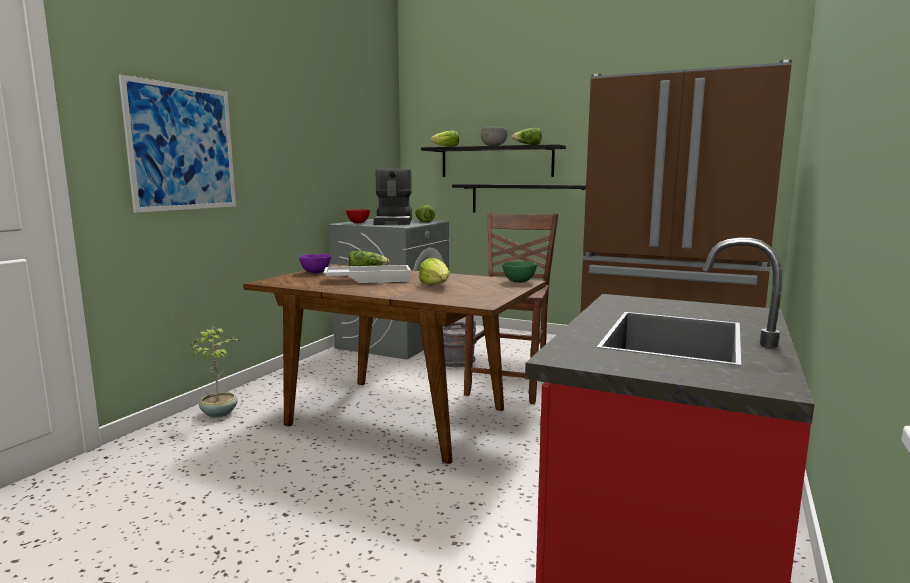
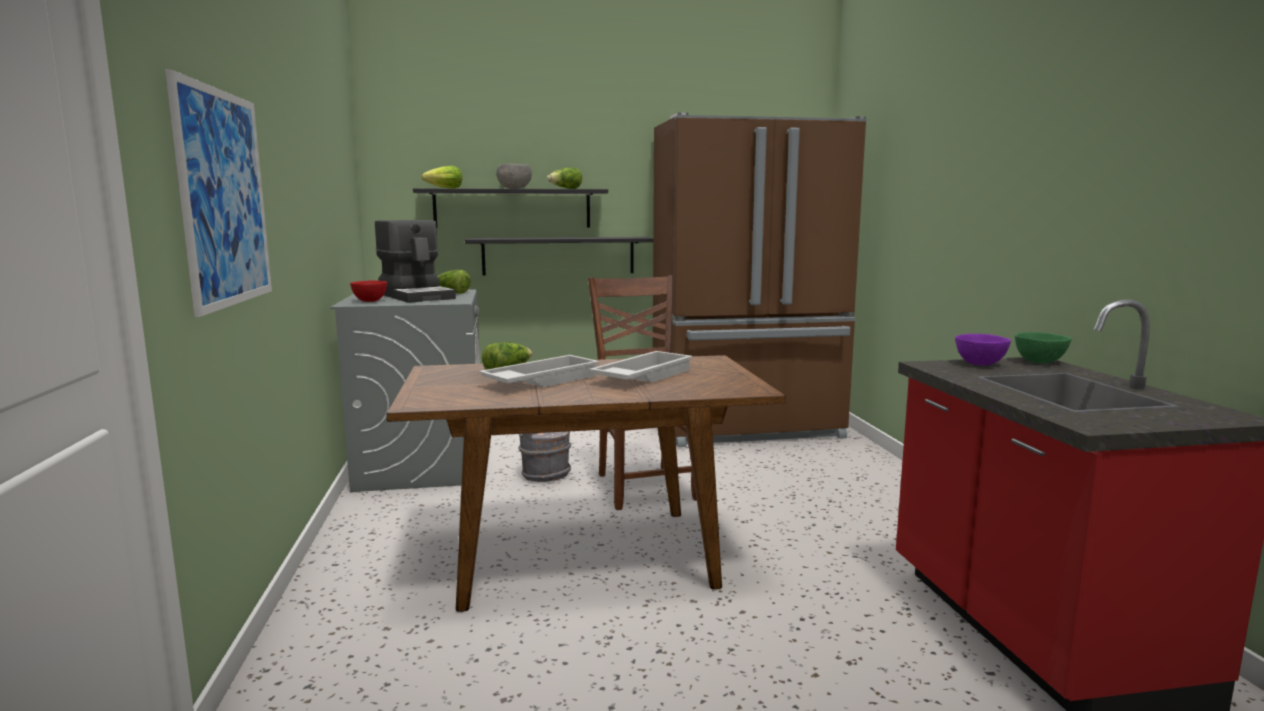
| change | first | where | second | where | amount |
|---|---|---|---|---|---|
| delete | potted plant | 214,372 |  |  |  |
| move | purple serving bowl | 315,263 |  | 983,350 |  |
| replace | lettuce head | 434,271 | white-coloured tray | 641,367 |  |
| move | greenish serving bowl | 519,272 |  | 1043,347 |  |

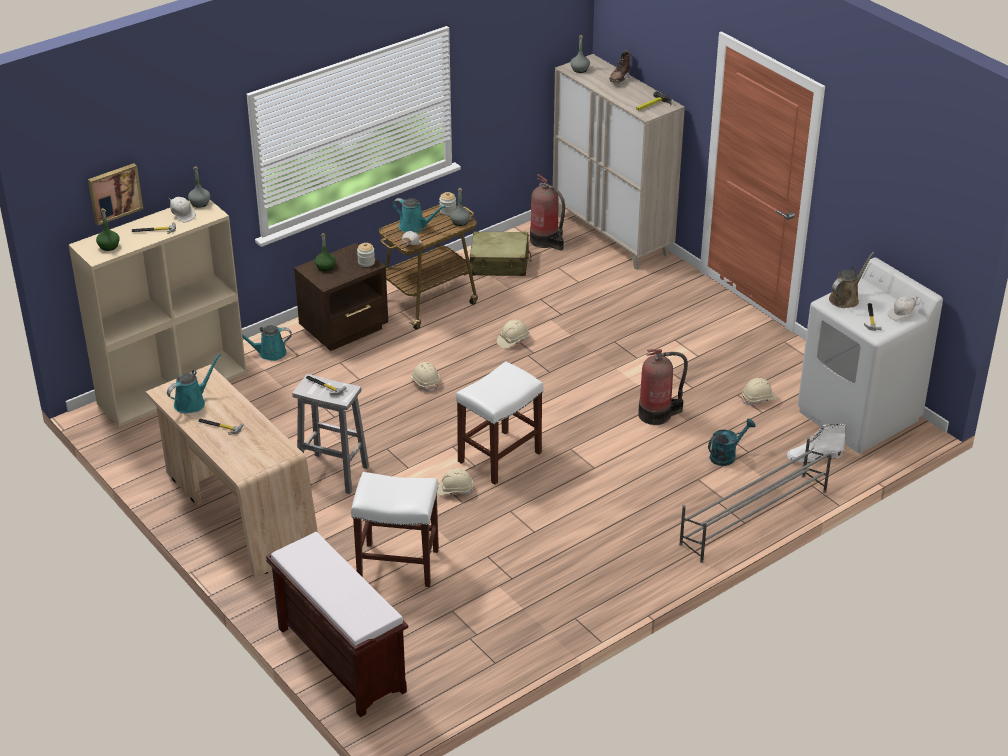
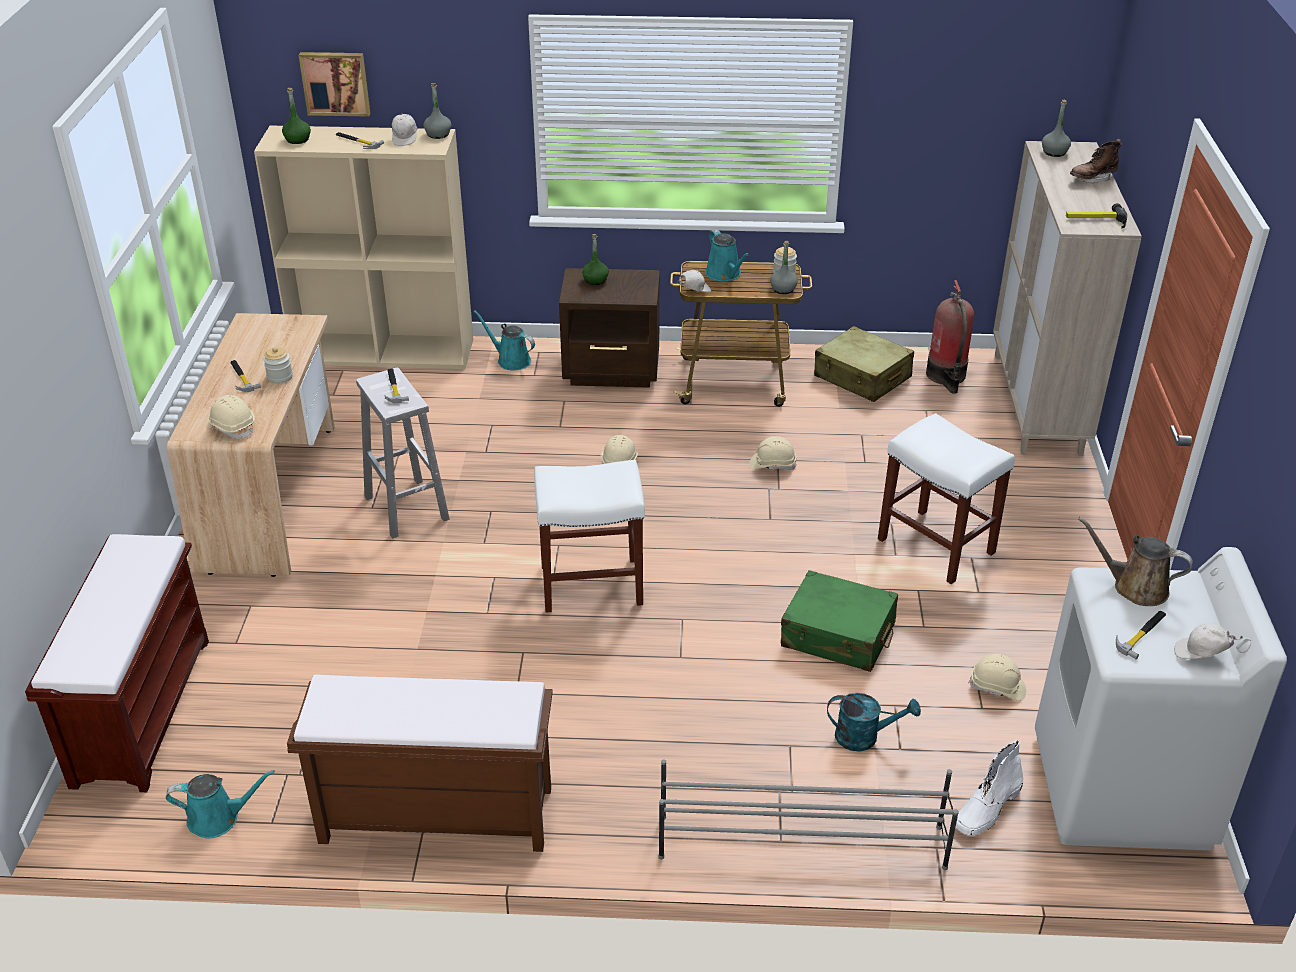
| change | first | where | second | where | amount |
|---|---|---|---|---|---|
| move | turquoise-coloured sprinkling can | 194,383 |  | 220,804 |  |
| move | white-coloured sitting stool | 395,529 |  | 946,498 |  |
| move | storage jar | 366,255 |  | 278,365 |  |
| move | beige-coloured safety helmet | 455,481 |  | 231,417 |  |
| replace | fire-fighting cylinder | 663,387 | greenish piece of luggage | 839,621 |  |
| rotate | white-coloured boot | 816,443 |  | 989,788 | 75 degrees counterclockwise |
| rotate | brown-coloured sprinkling can | 851,280 |  | 1135,561 | 150 degrees counterclockwise |
| insert |  |  | brown-coloured long seat | 420,763 |  |

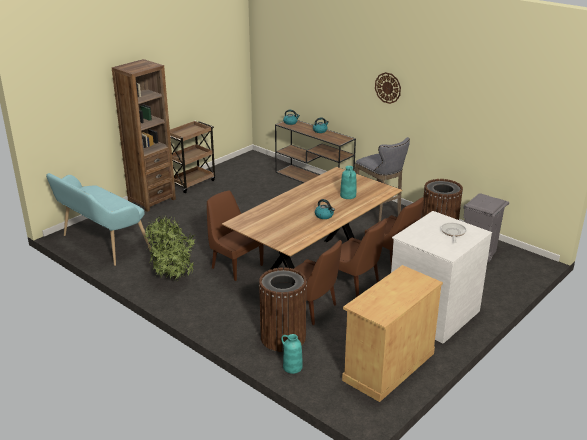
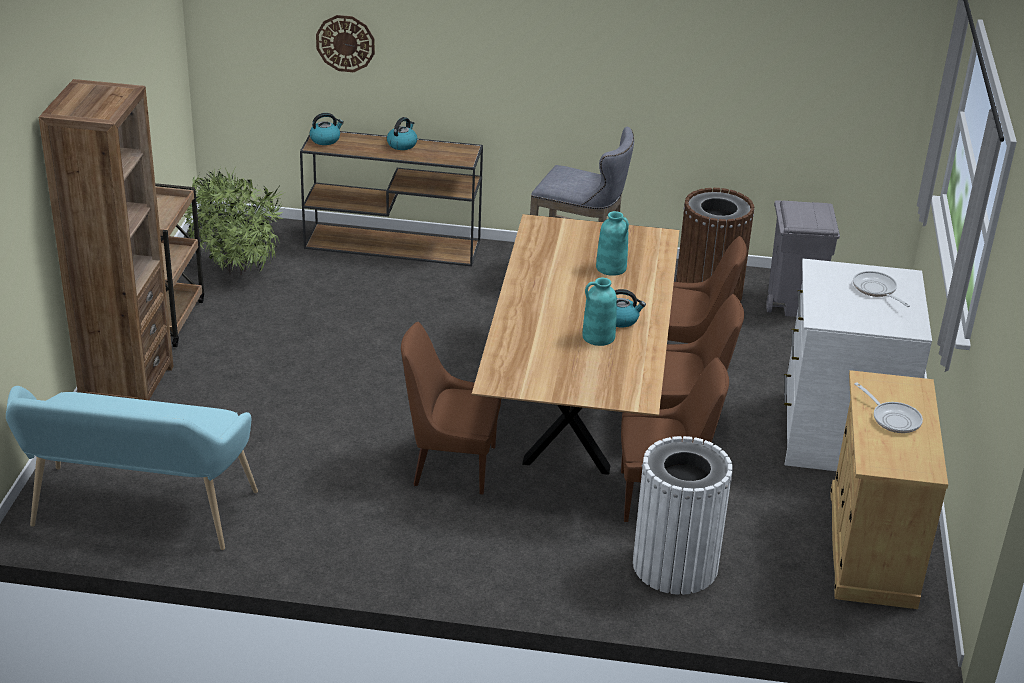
| change | first | where | second | where | amount |
|---|---|---|---|---|---|
| move | potted plant | 170,249 |  | 234,220 |  |
| recolor | brown-coloured trash can | 283,309 | white-coloured trash can | 683,515 |  |
| move | turquoise-coloured vase | 292,354 |  | 599,312 |  |
| move | clock on the wall | 388,88 |  | 345,43 |  |
| insert |  |  | pan | 888,407 |  |

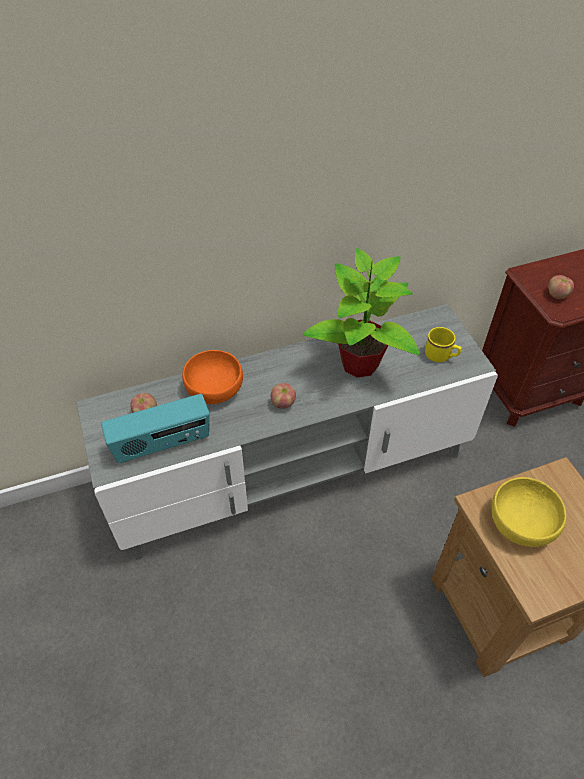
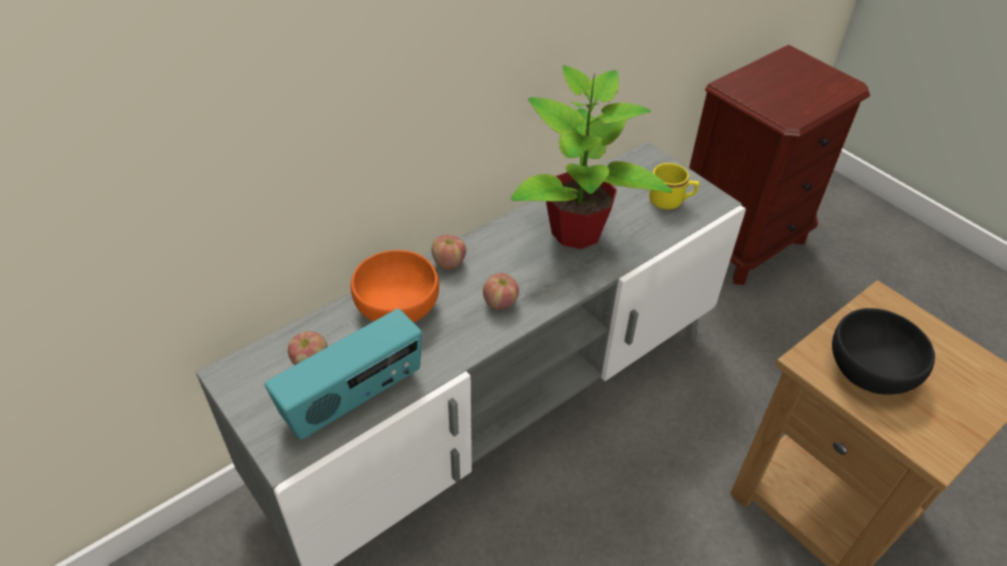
| change | first | where | second | where | amount |
|---|---|---|---|---|---|
| recolor | yellow-coloured serving bowl | 528,512 | blackish serving bowl | 883,351 |  |
| move | apple fruit | 561,287 |  | 448,252 |  |

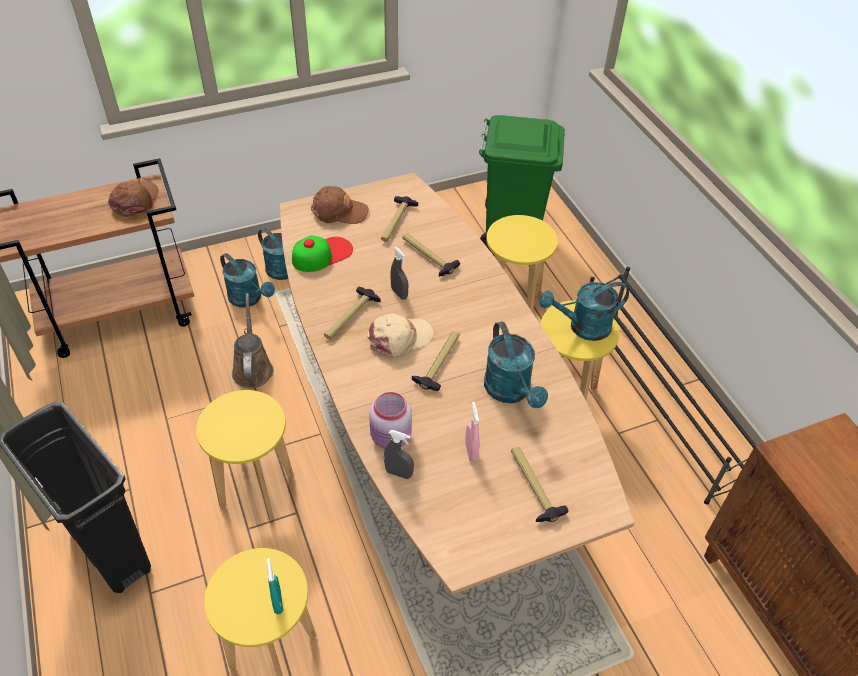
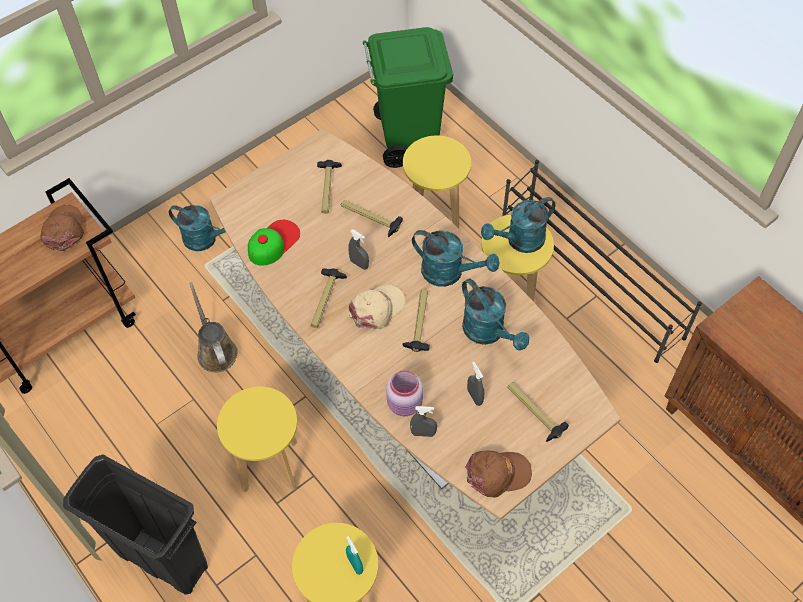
| change | first | where | second | where | amount |
|---|---|---|---|---|---|
| move | turquoise-coloured sprinkling can | 247,280 |  | 456,258 |  |
| move | brown-coloured peaked cap | 340,205 |  | 498,474 |  |
| recolor | pink-coloured hand sprayer | 472,431 | grey hand sprayer | 475,384 |  |

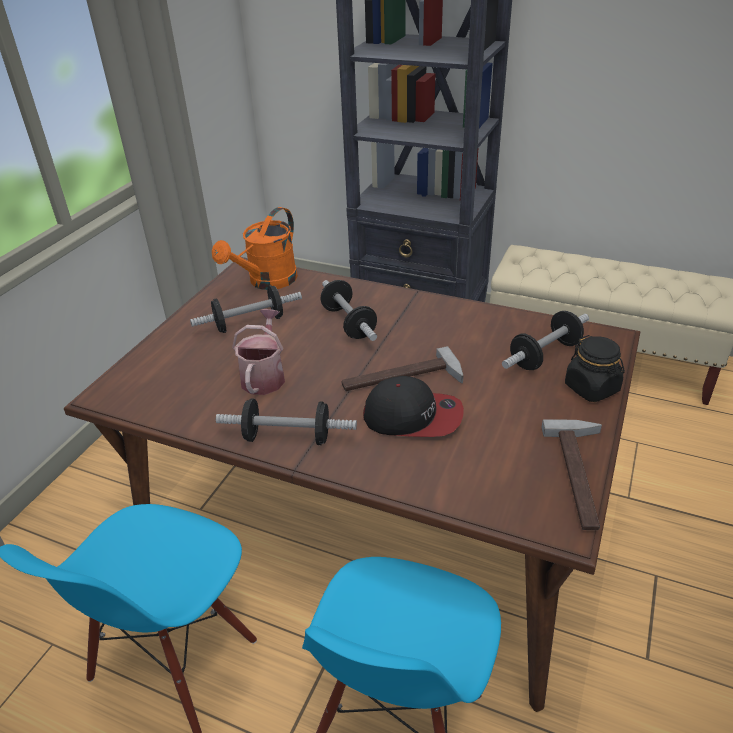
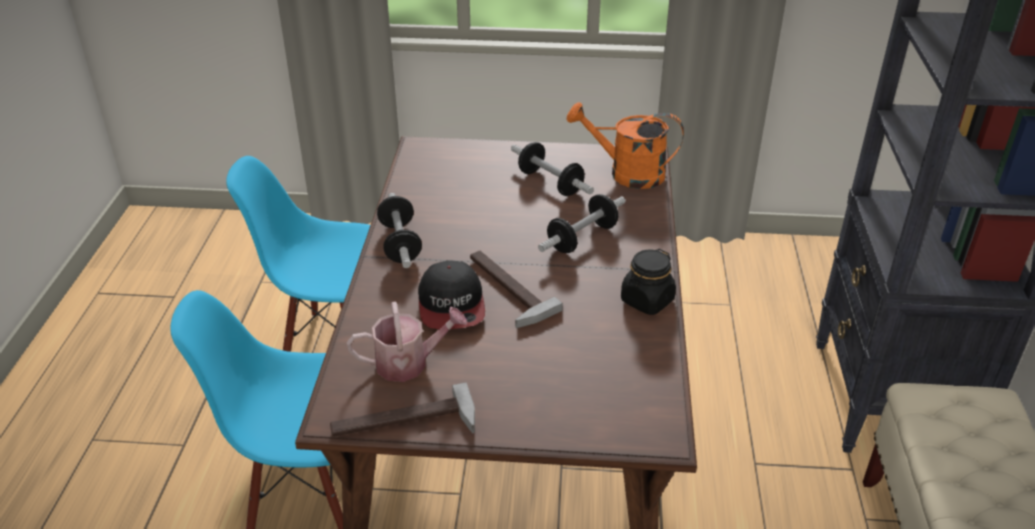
| change | first | where | second | where | amount |
|---|---|---|---|---|---|
| move | sprinkling can | 258,352 |  | 407,341 |  |
| delete | dumbbell | 545,340 |  |  |  |
| move | blackish storage jar | 595,368 |  | 648,282 |  |

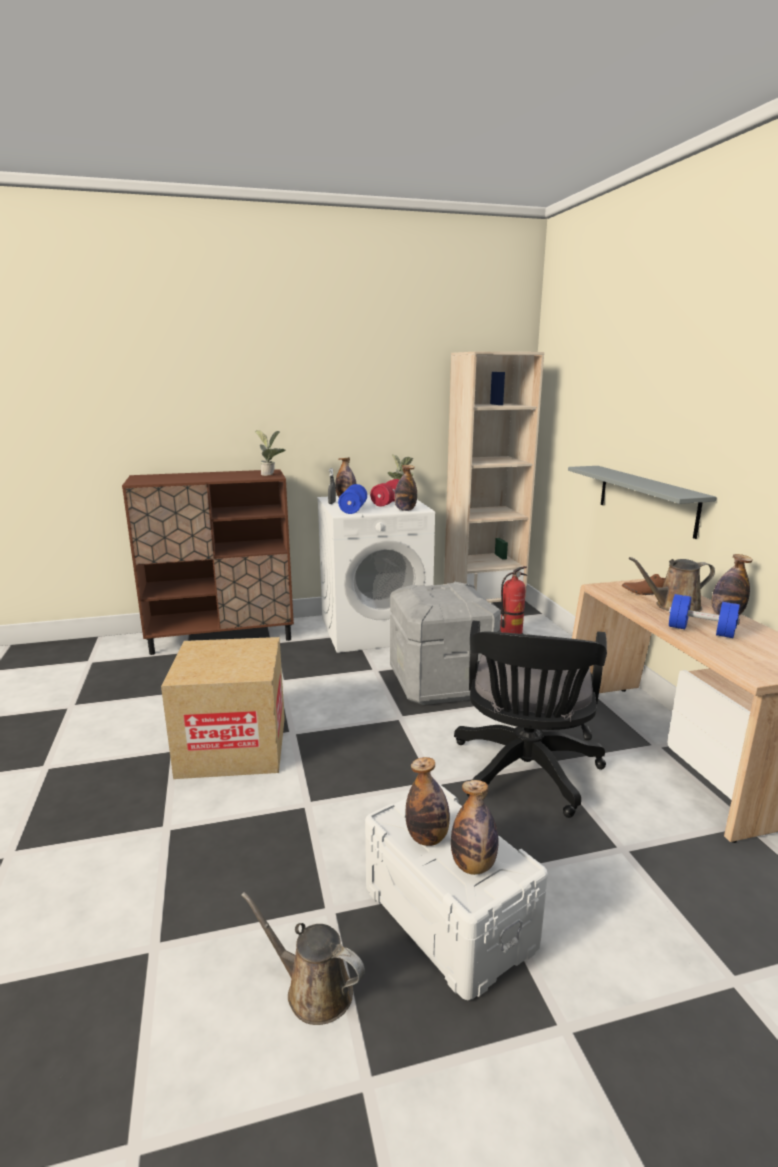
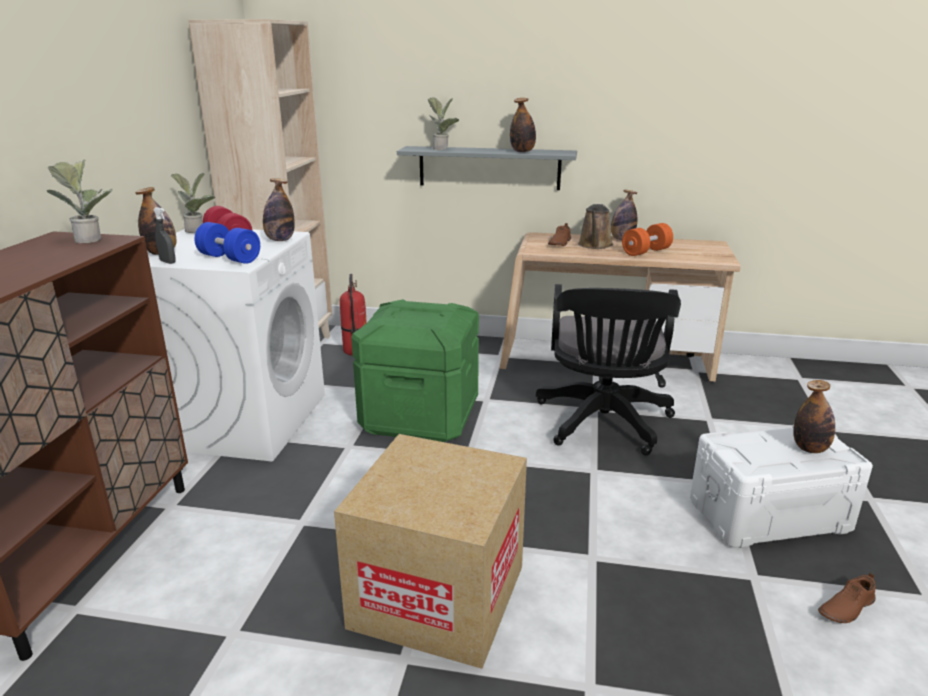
| change | first | where | second | where | amount |
|---|---|---|---|---|---|
| replace | brown-coloured sprinkling can | 303,958 | brown-coloured item of footwear | 847,598 |  |
| recolor | grey storage container | 445,643 | greenish storage container | 415,370 |  |
| move | beverage bottle | 427,801 |  | 523,125 |  |
| rotate | blackish desk chair | 530,719 |  | 608,370 | 60 degrees clockwise |
| recolor | blue dumbbell | 704,616 | orangey dumbbell | 647,239 |  |
| insert |  |  | potted plant | 443,123 |  |

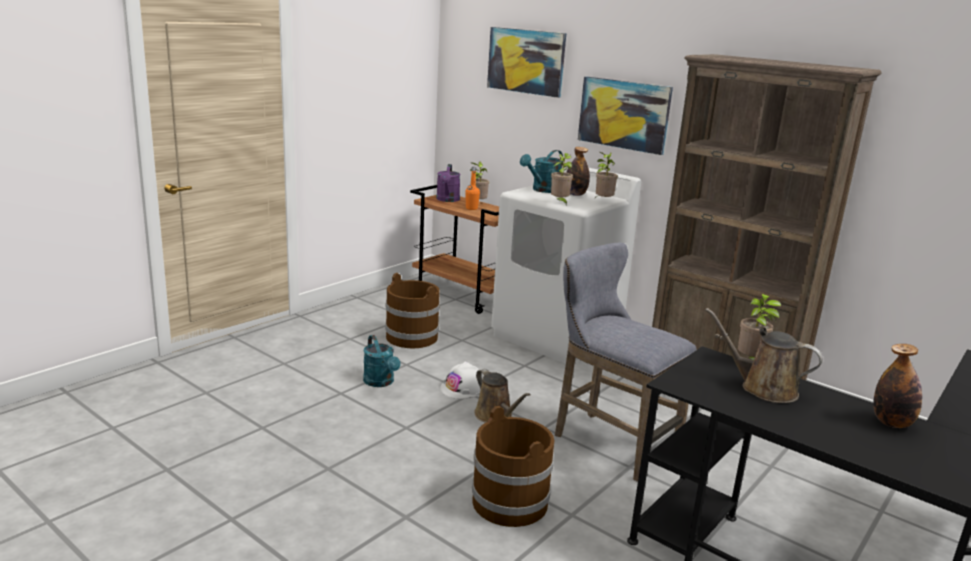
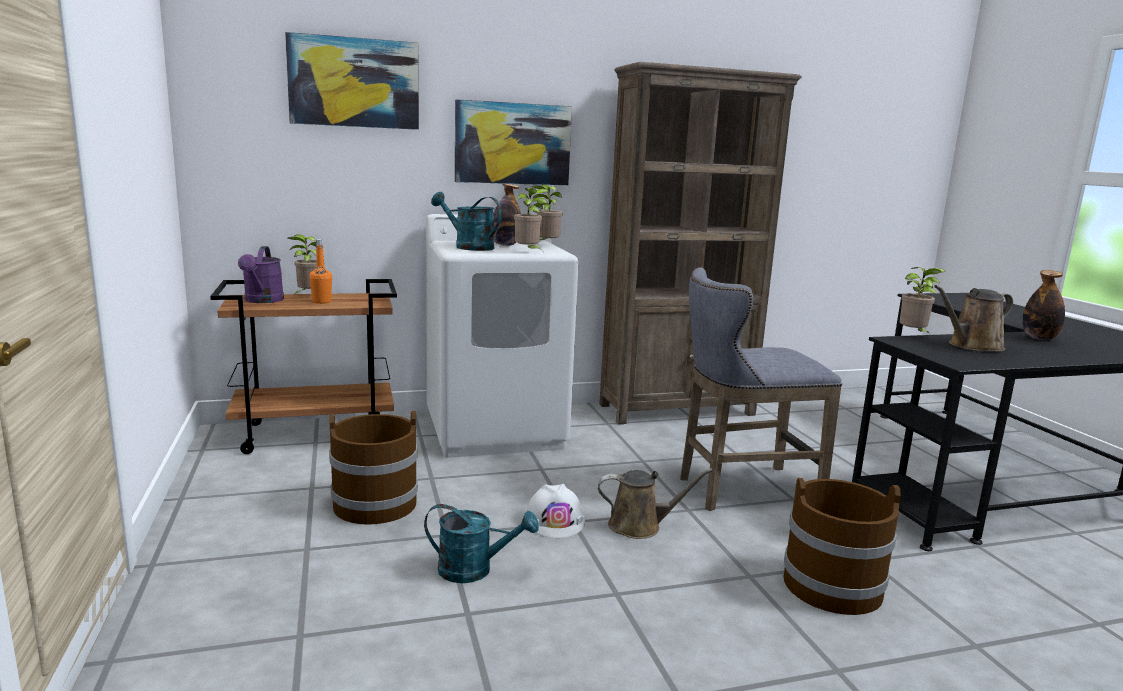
| change | first | where | second | where | amount |
|---|---|---|---|---|---|
| rotate | purple sprinkling can | 448,183 |  | 261,274 | 45 degrees clockwise |
| rotate | turquoise-coloured sprinkling can | 541,171 |  | 466,221 | 135 degrees clockwise |

